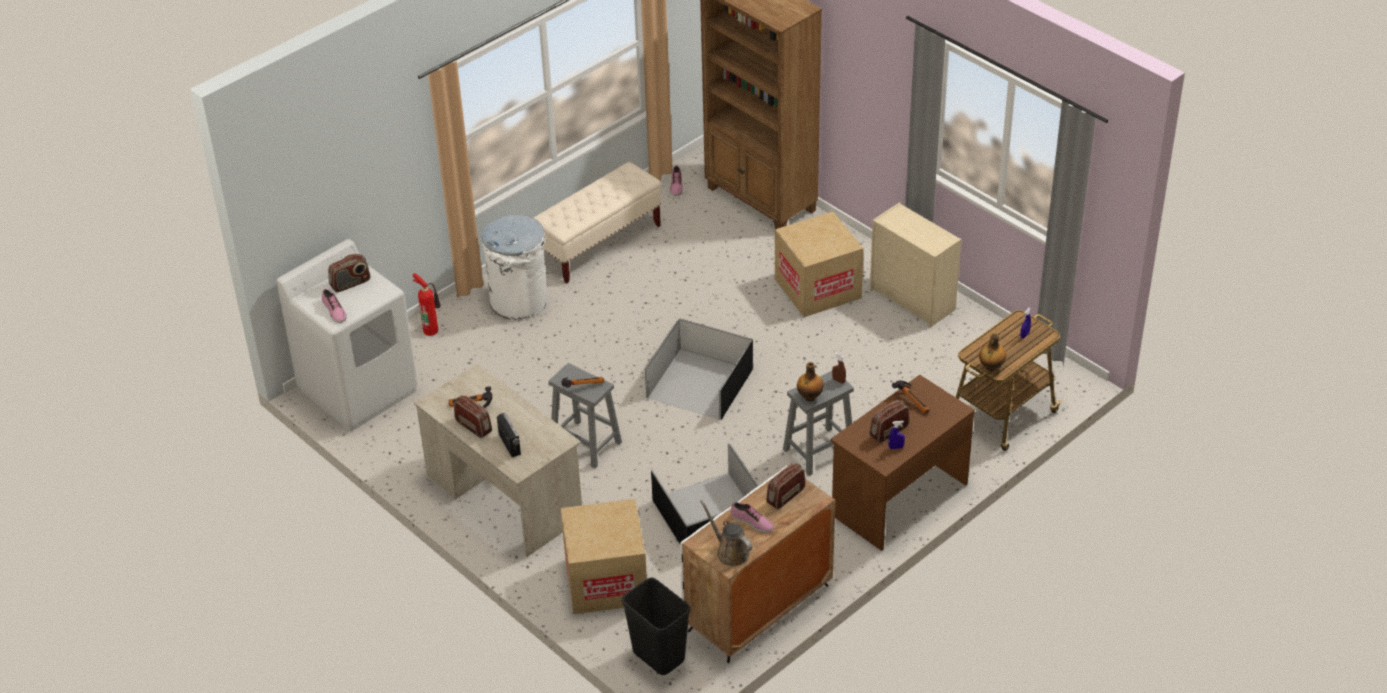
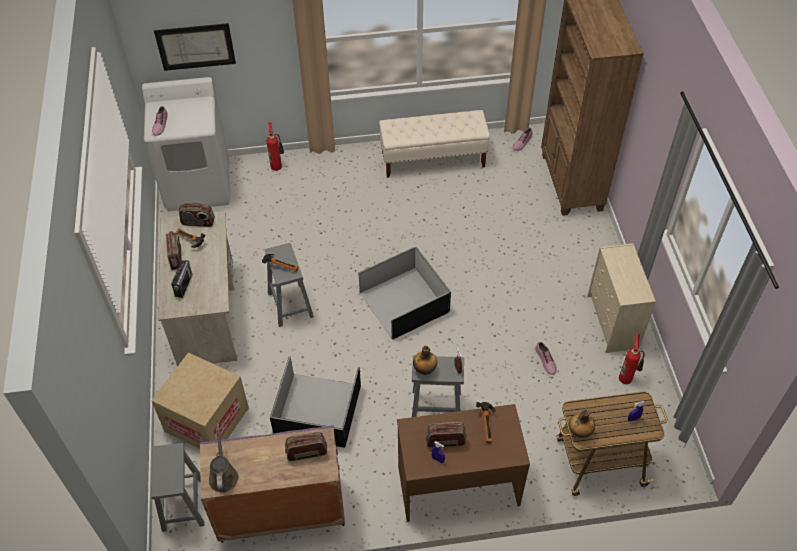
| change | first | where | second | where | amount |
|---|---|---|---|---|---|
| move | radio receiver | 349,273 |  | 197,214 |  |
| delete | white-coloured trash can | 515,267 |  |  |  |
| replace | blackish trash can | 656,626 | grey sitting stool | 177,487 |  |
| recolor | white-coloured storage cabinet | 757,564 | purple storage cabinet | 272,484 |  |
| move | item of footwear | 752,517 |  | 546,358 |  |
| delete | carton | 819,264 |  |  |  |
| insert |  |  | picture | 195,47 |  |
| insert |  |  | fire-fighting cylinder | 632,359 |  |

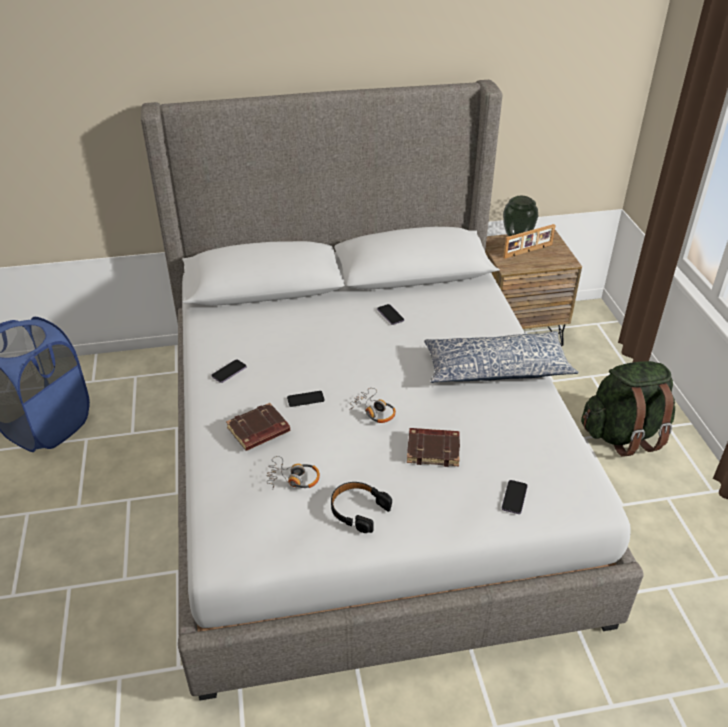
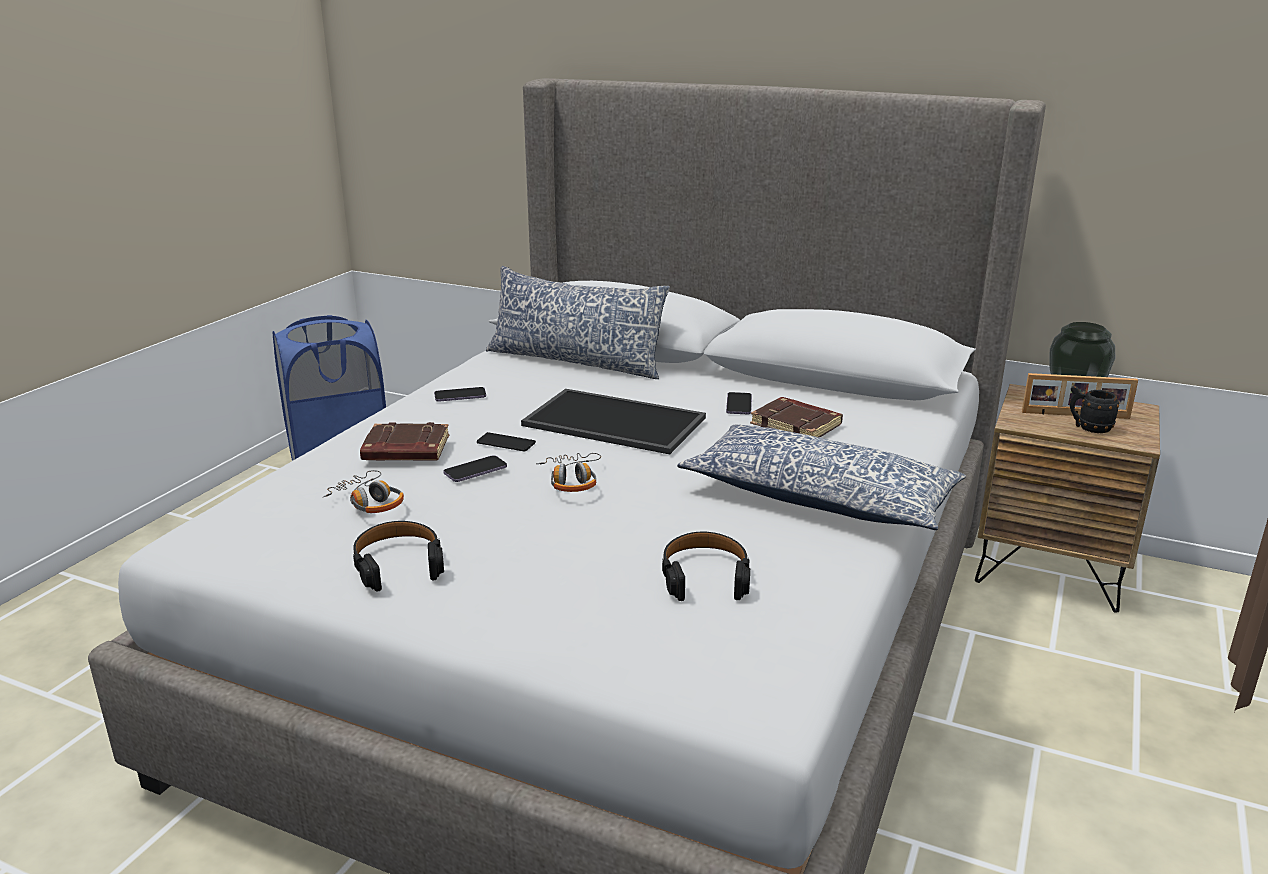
| change | first | where | second | where | amount |
|---|---|---|---|---|---|
| move | brown-coloured bound book | 433,447 |  | 796,417 |  |
| move | phone | 515,497 |  | 475,468 |  |
| delete | greenish knapsack | 628,409 |  |  |  |
| insert |  |  | pillow | 578,322 |  |
| insert |  |  | tray | 613,421 |  |
| insert |  |  | blackish headset | 706,566 |  |
| insert |  |  | blackish mug | 1095,409 |  |

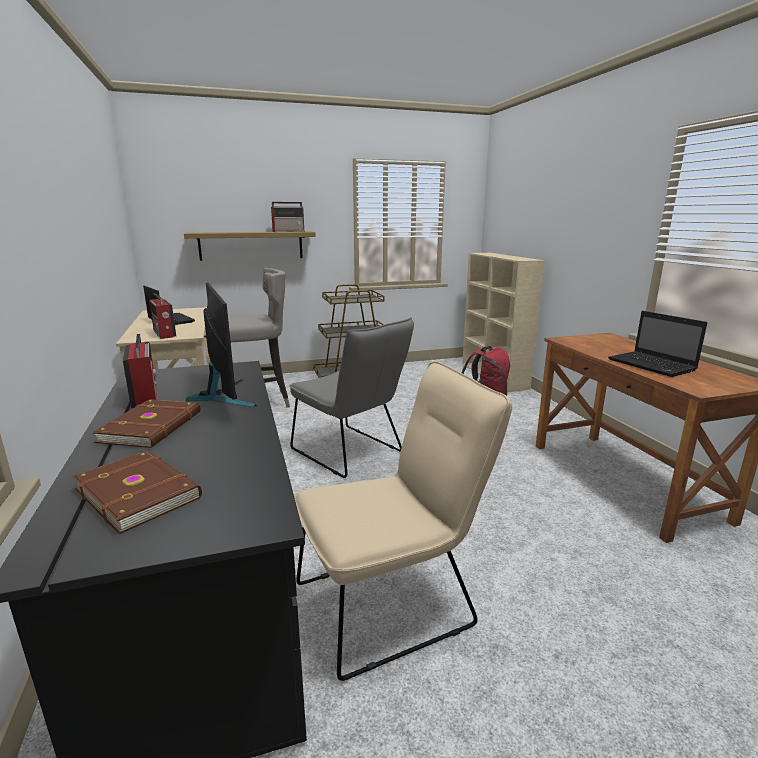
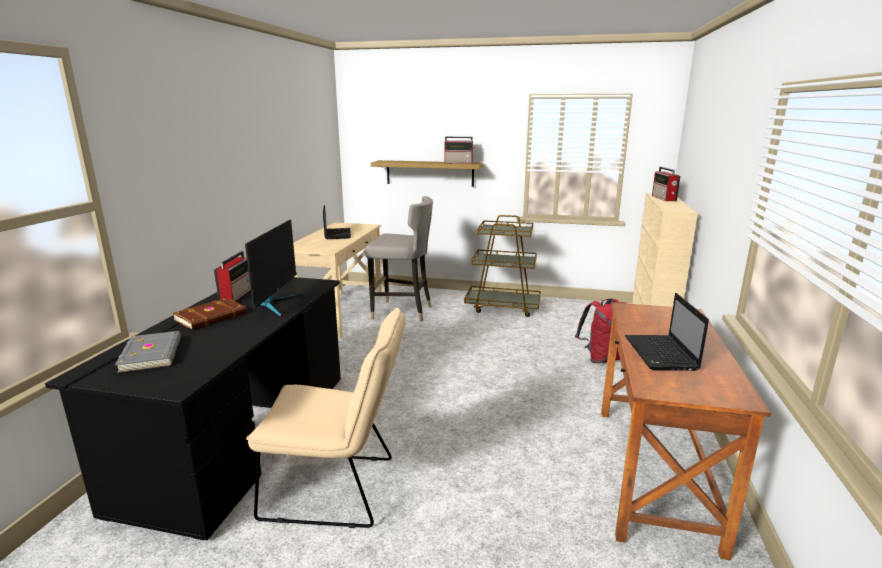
| change | first | where | second | where | amount |
|---|---|---|---|---|---|
| recolor | brown-coloured bound book | 137,492 | grey bound book | 148,352 |  |
| move | radio receiver | 162,316 |  | 666,184 |  |
| delete | grey chair | 351,397 |  |  |  |

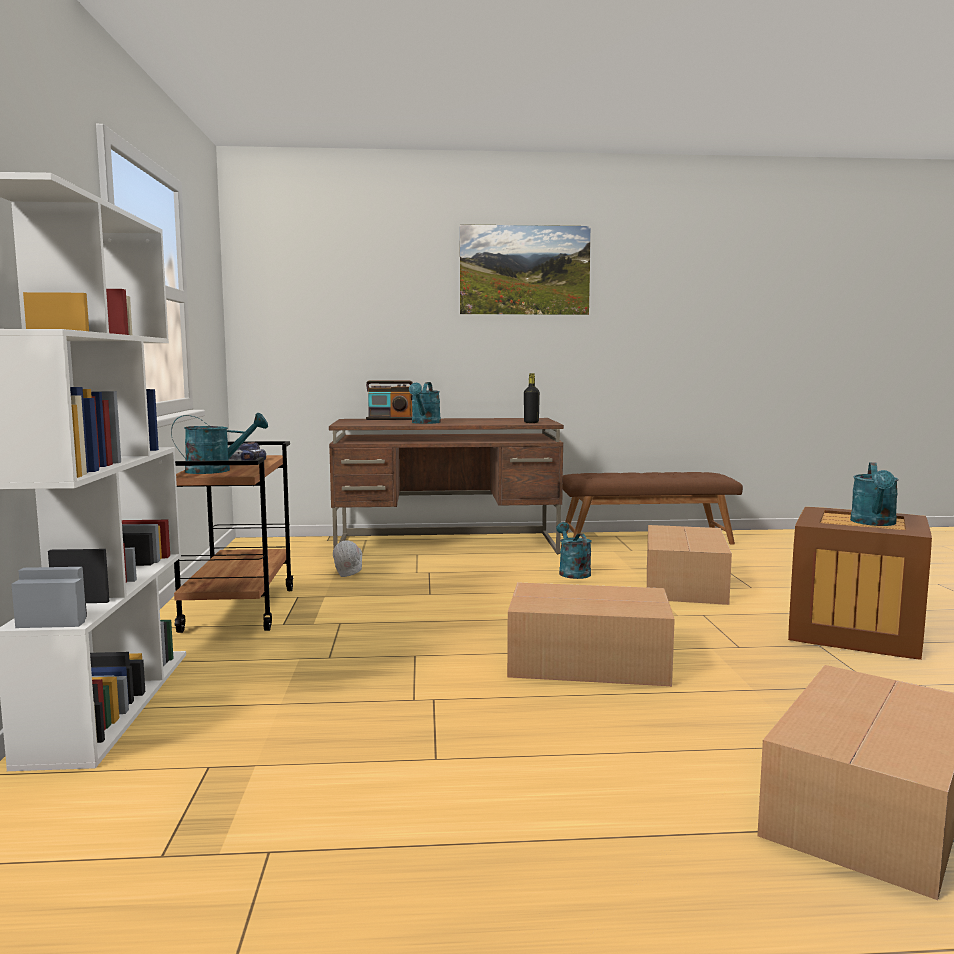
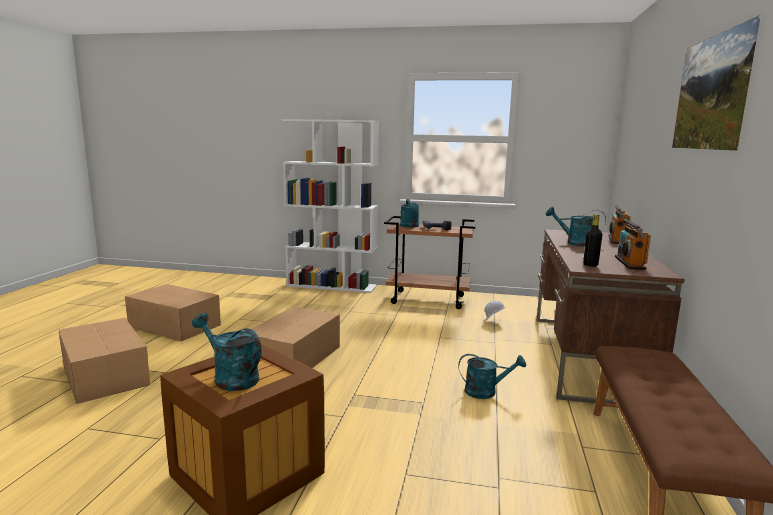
| change | first | where | second | where | amount |
|---|---|---|---|---|---|
| move | carton | 689,565 |  | 173,312 |  |
| insert |  |  | radio receiver | 633,244 |  |

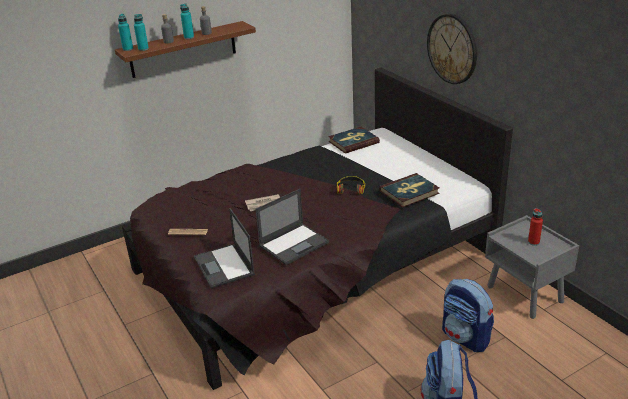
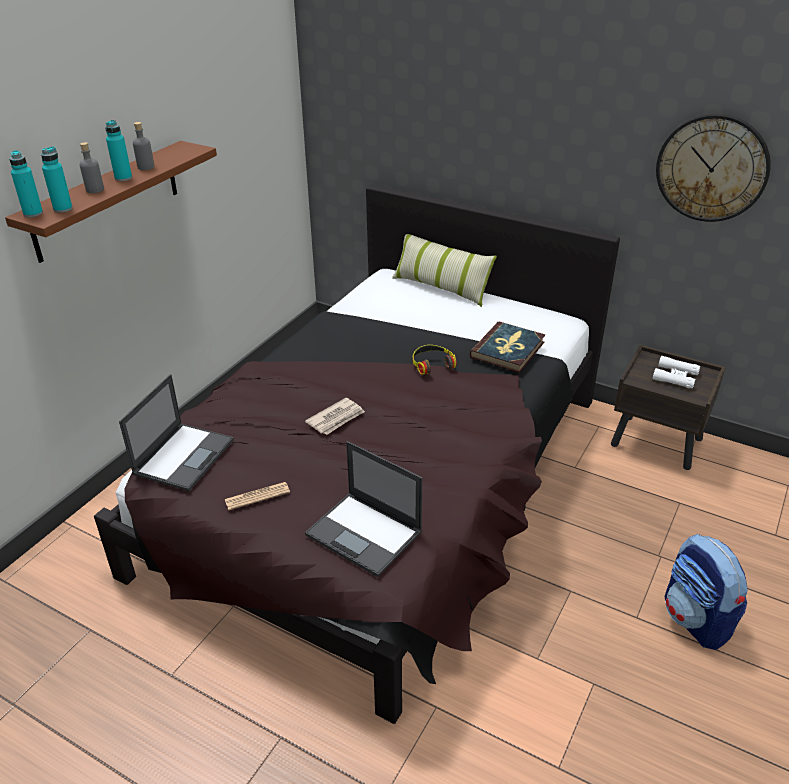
| change | first | where | second | where | amount |
|---|---|---|---|---|---|
| move | notebook computer | 292,227 |  | 176,432 |  |
| delete | bound book | 354,140 |  |  |  |
| move | clock on the wall | 452,49 |  | 713,168 |  |
| delete | knapsack | 468,315 |  |  |  |
| recolor | grey night table | 532,267 | brown-coloured night table | 668,407 |  |
| replace | reddish beverage bottle | 535,227 | white-coloured field glasses | 676,372 |  |
| insert |  |  | pillow | 444,270 |  |

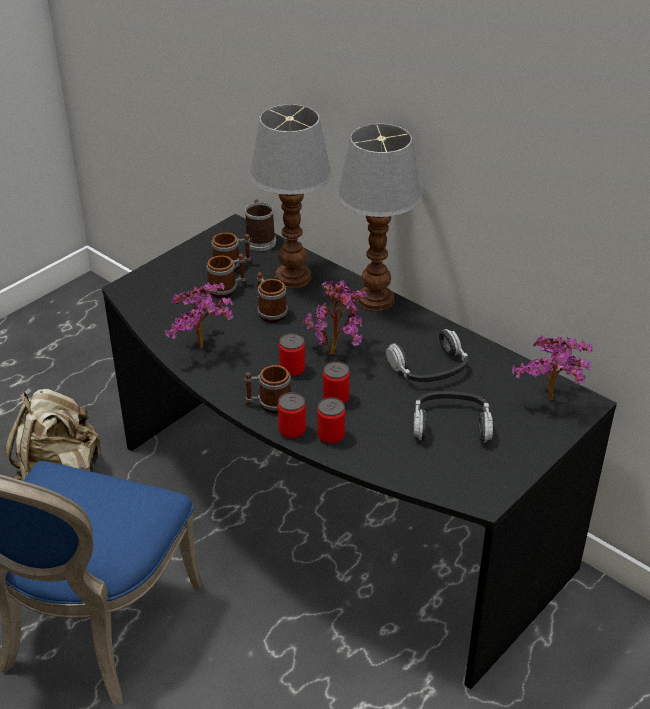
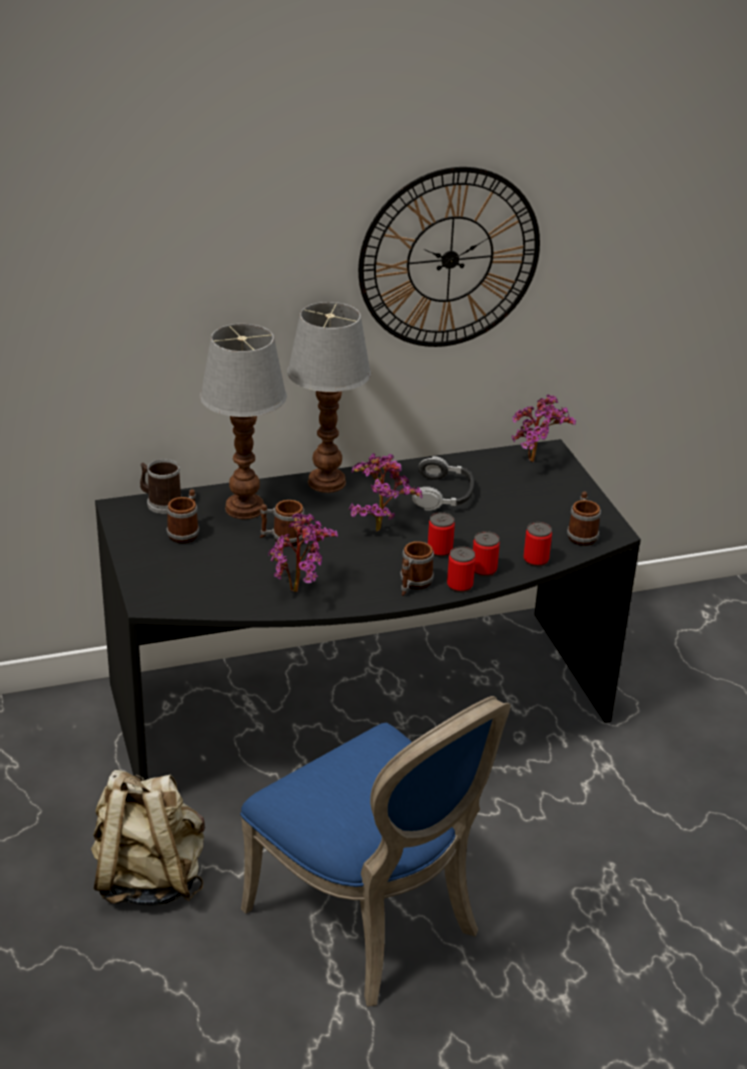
| change | first | where | second | where | amount |
|---|---|---|---|---|---|
| move | mug | 226,276 |  | 584,518 |  |
| move | sealed can | 292,355 |  | 537,544 |  |
| delete | headset | 453,417 |  |  |  |
| insert |  |  | clock on the wall | 449,257 |  |

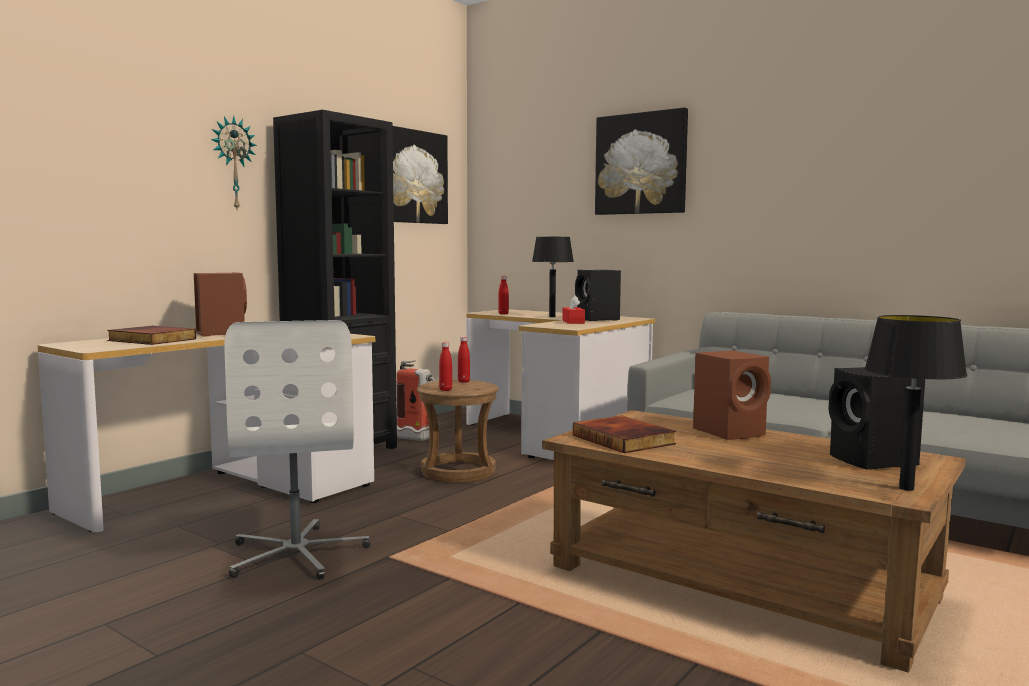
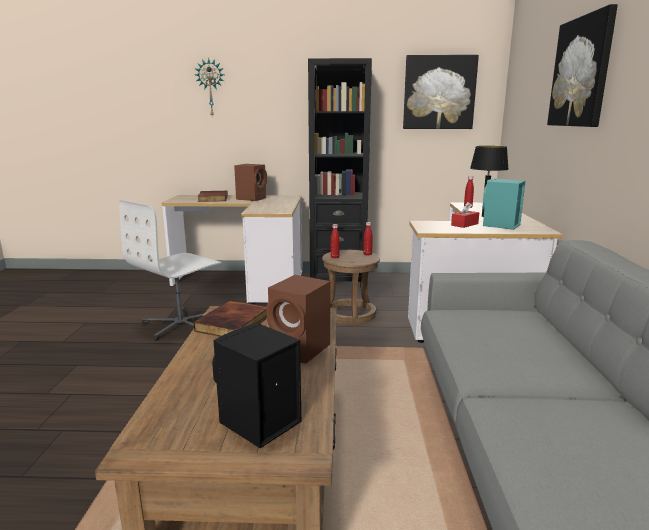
| change | first | where | second | where | amount |
|---|---|---|---|---|---|
| move | clock on the wall | 234,162 |  | 209,88 |  |
| delete | fire-fighting cylinder | 419,400 |  |  |  |
| recolor | blackish loudspeaker | 598,295 | turquoise-coloured loudspeaker | 504,204 |  |
| delete | blackish table lamp | 916,403 |  |  |  |

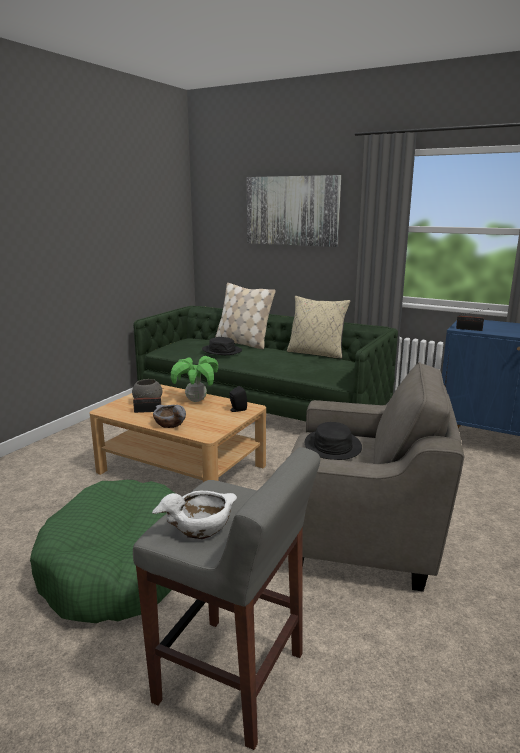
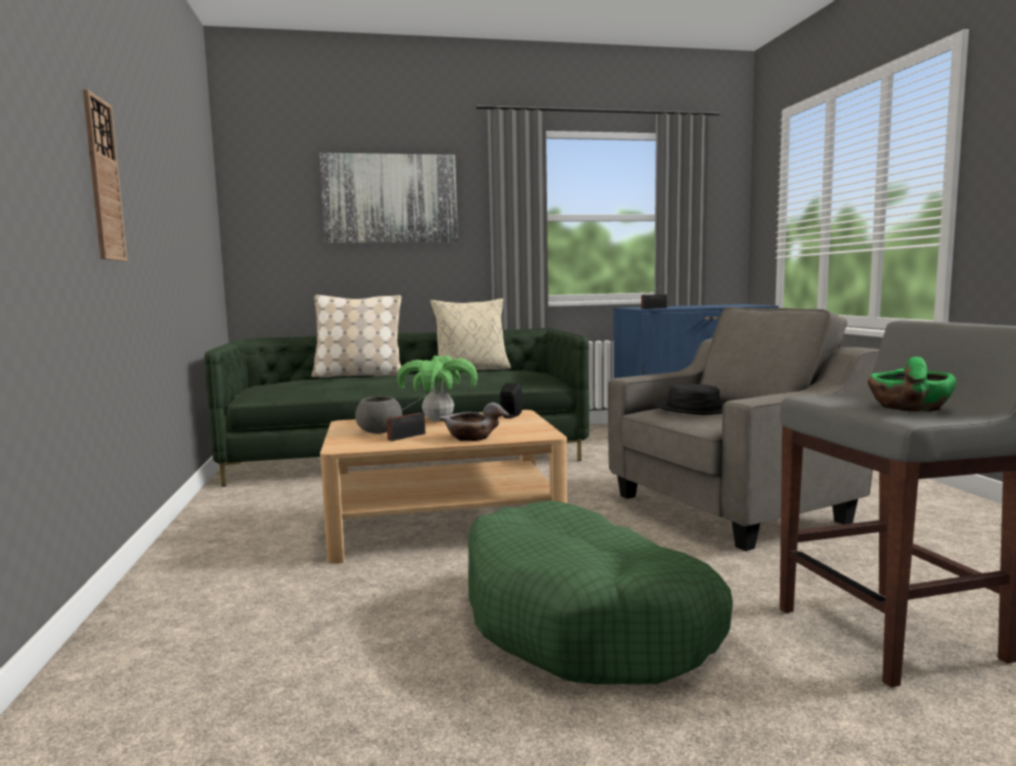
| change | first | where | second | where | amount |
|---|---|---|---|---|---|
| recolor | white-coloured serving bowl | 194,515 | greenish serving bowl | 912,384 |  |
| delete | blackish hat | 222,346 |  |  |  |
| insert |  |  | clock on the wall | 105,175 |  |

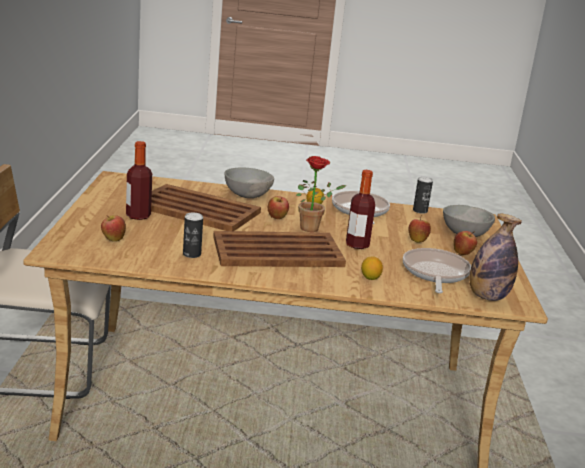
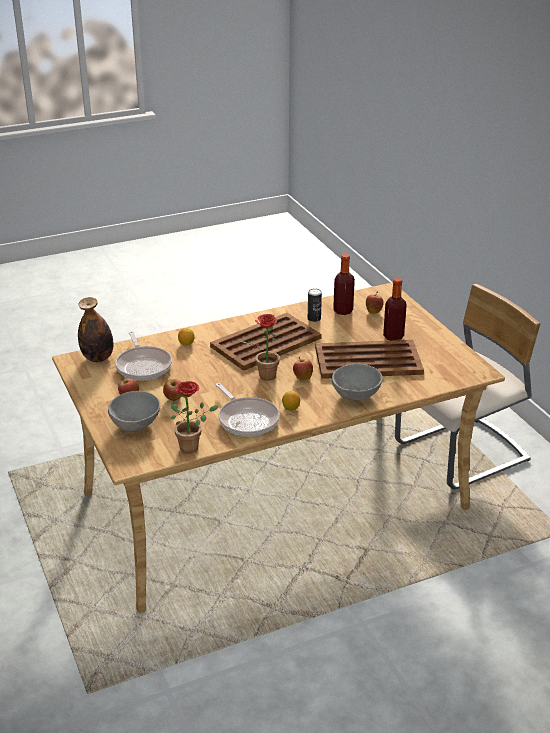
| change | first | where | second | where | amount |
|---|---|---|---|---|---|
| move | beverage bottle | 360,209 |  | 344,284 |  |
| replace | sealed can | 423,195 | potted plant | 195,417 |  |

